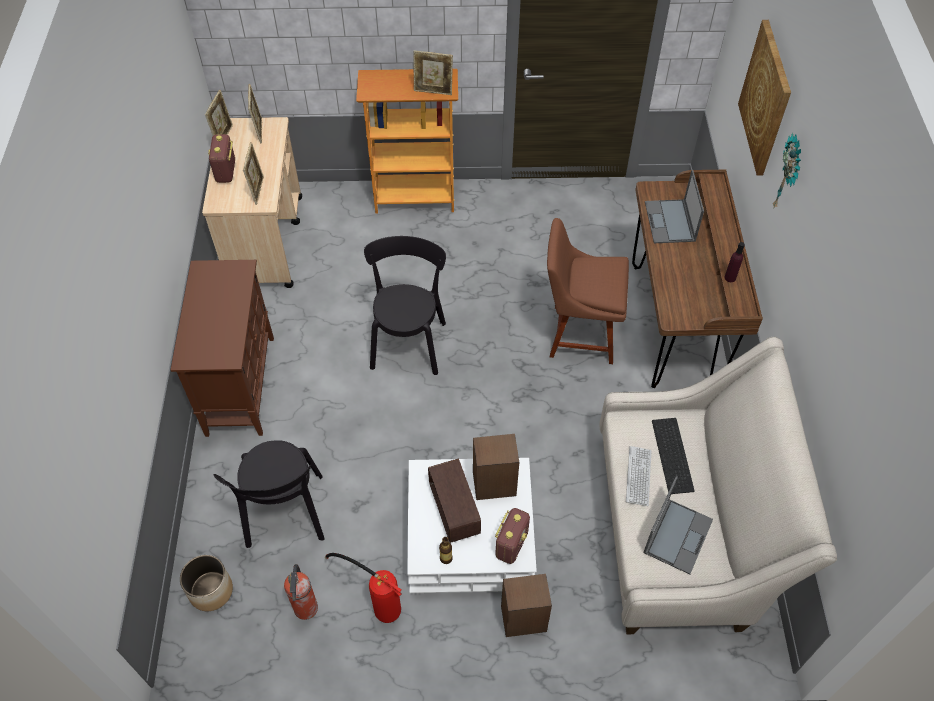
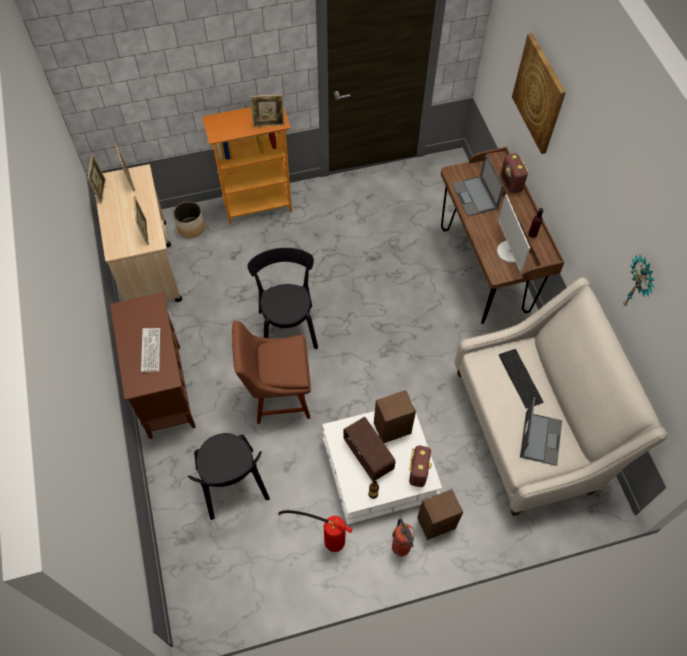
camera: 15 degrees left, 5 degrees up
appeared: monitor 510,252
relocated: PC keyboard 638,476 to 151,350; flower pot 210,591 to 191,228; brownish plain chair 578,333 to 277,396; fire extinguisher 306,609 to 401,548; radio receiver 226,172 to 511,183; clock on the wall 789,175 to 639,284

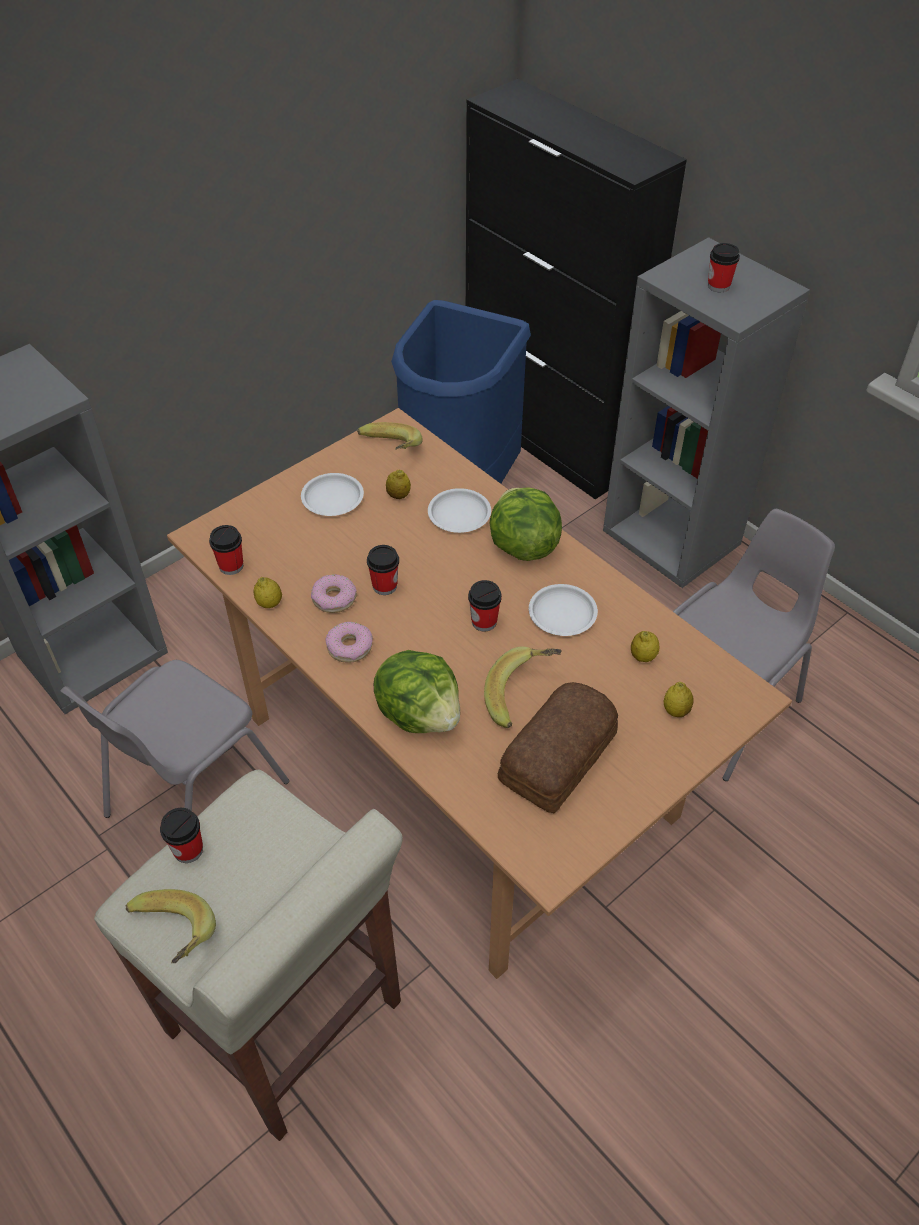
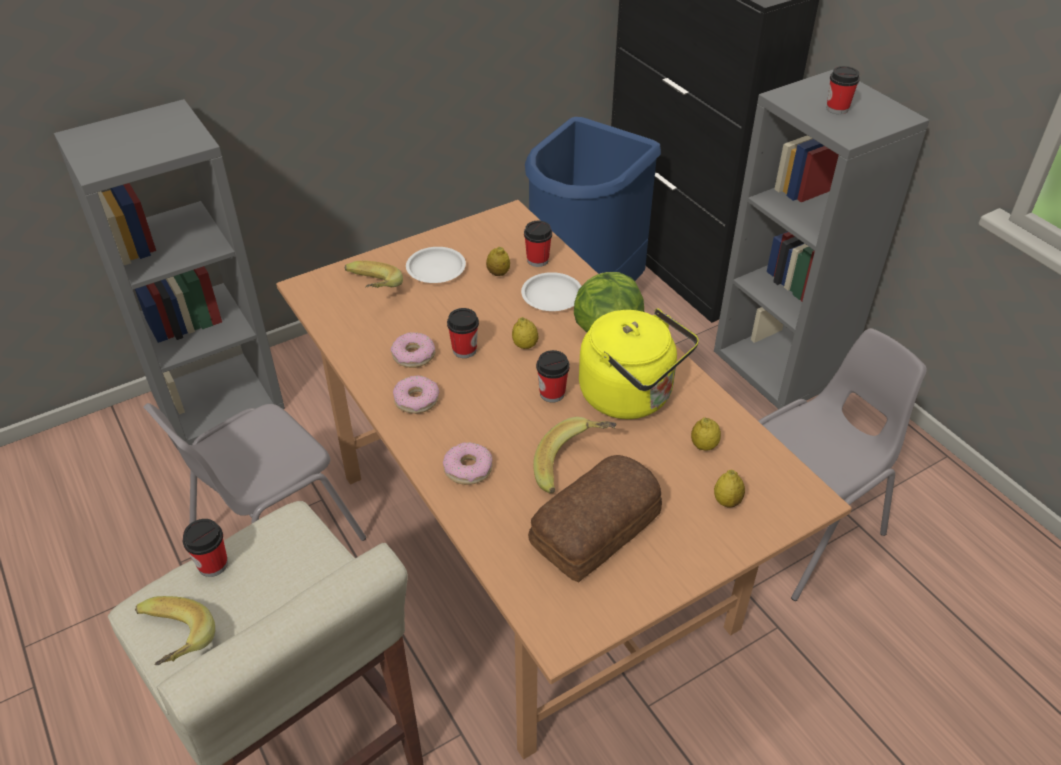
camera: 10 degrees right, 5 degrees down
relocated: banana 389,452 to 370,291; lemon 269,603 to 525,345; small cup 231,566 to 537,260
exchanged: lettuce 420,713 to ring doughnut 468,469; white dinner plate 562,614 to yellow-coloured kettle 631,396

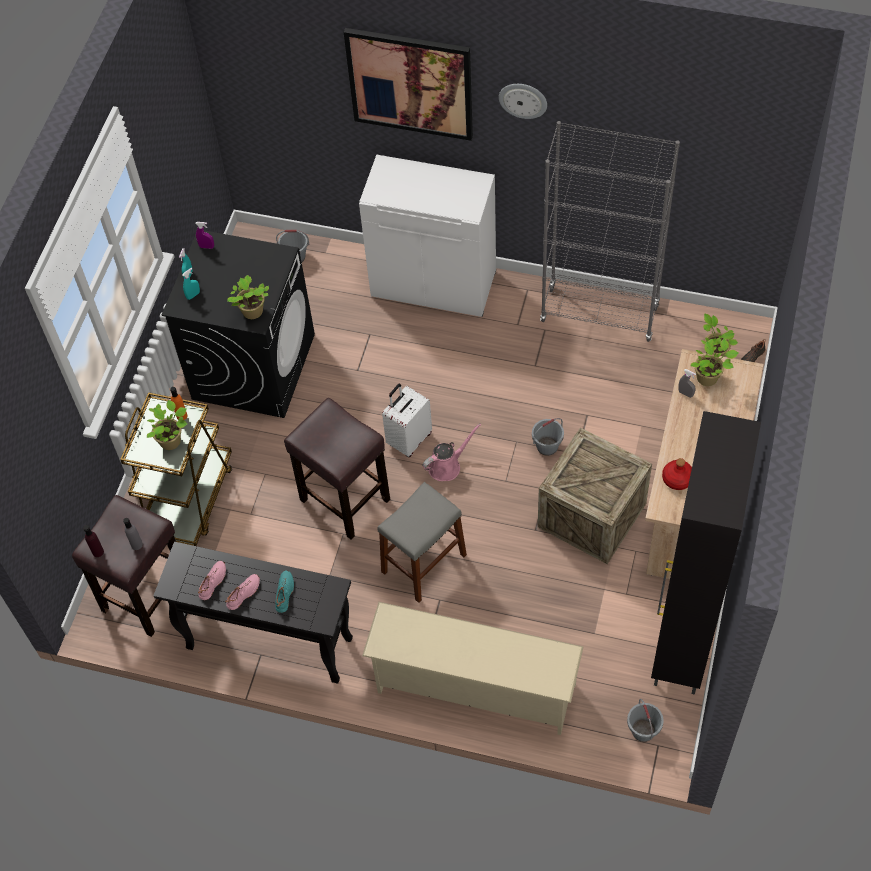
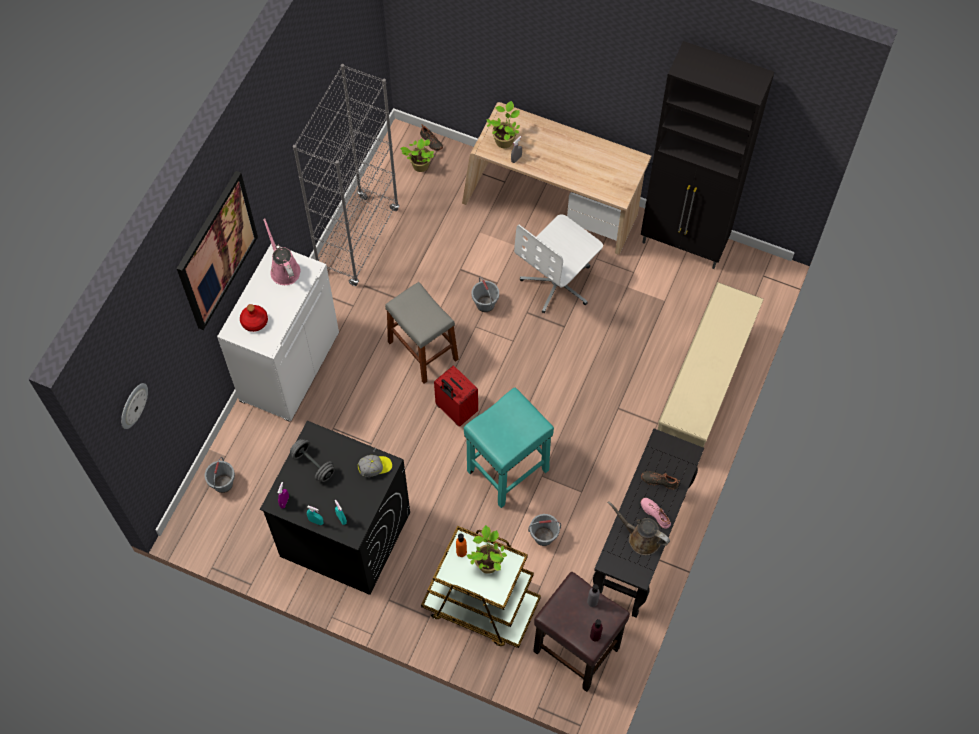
camera: 85 degrees left, 5 degrees up
appeared: gray dumbbell 313,464
relocated: clock on the wall 523,100 to 133,405; red drink bottle 677,478 to 254,321; pink-coloured watering pot 447,466 to 284,269; gray stool seat 424,563 to 423,350; gray pail 643,730 to 544,536
exchanged: plant in a pot 252,313 to peaked cap 375,467; crate 592,515 to white office chair 558,283; pink-coloured item of footwear 213,582 to brownish watering pot 641,538
colour: white suitcase 409,439 to red suitcase 455,410; brownish stool seat 343,499 to turquoise-coloured stool seat 507,471; turquoise-coloured item of footwear 285,593 to black-coloured item of footwear 659,480

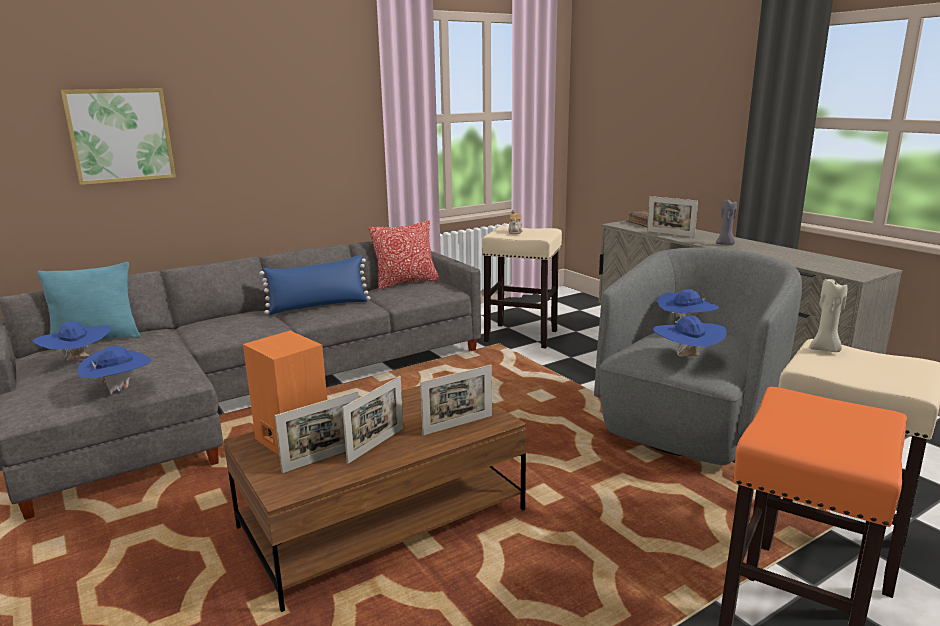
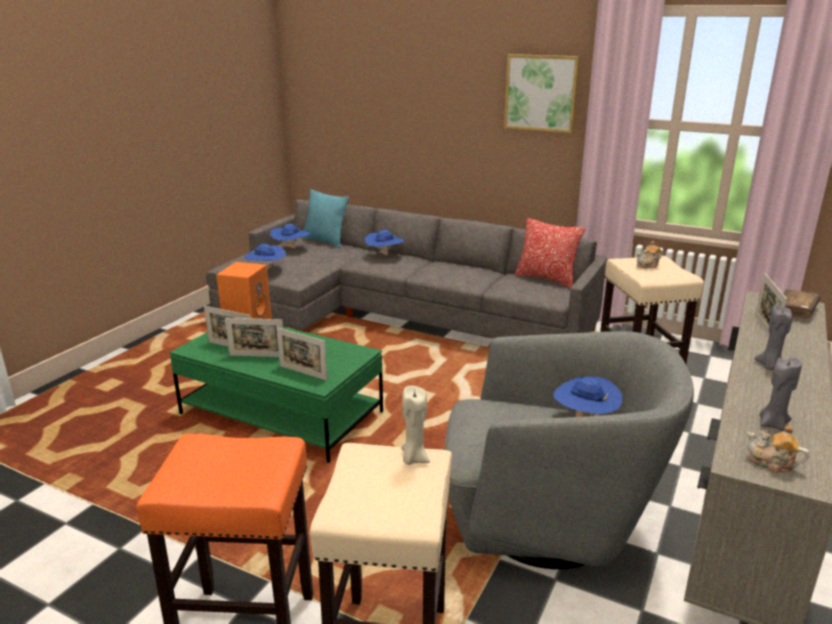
camera: 60 degrees right, 5 degrees up
missing: blue-coloured throw pillow 319,306
appeared: teapot 772,463; gray candle 772,424
relocated: blue-coloured wearable hat 687,358 to 384,255; picture 120,135 to 541,93
colour: brownish low table 383,519 to greenish low table 282,413

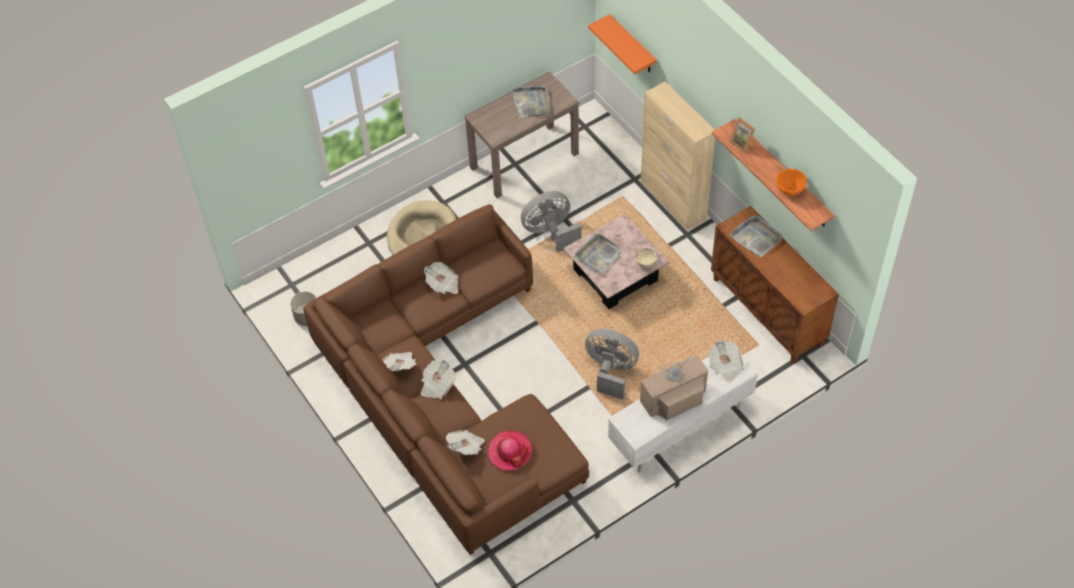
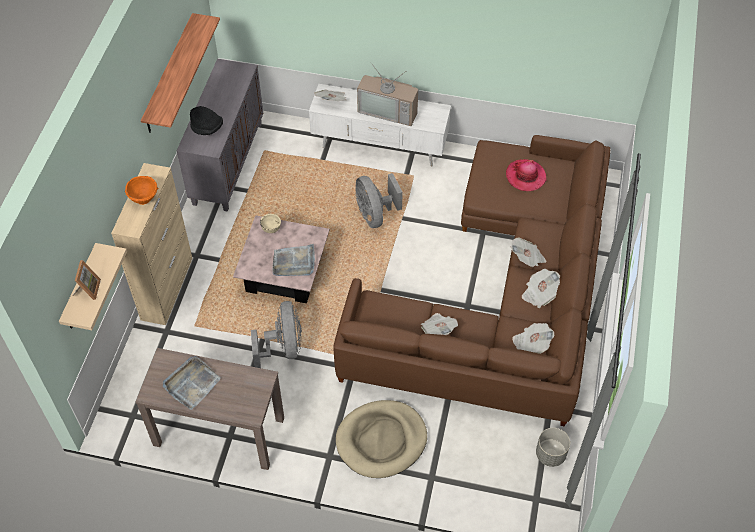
camera: 135 degrees left, 0 degrees up
relocated: photo frame 742,143 to 88,289; orange deep dish 789,190 to 144,198; printed paper 466,447 to 531,344
exchanged: gray serving tray 756,237 to black-coloured wearable hat 207,128
colour: orange shelf 632,45 to beige-coloured shelf 80,289; brownish cupboard 768,311 to gray cupboard 227,162
spun: gray fan 550,232 = 283,347 120 degrees counterclockwise

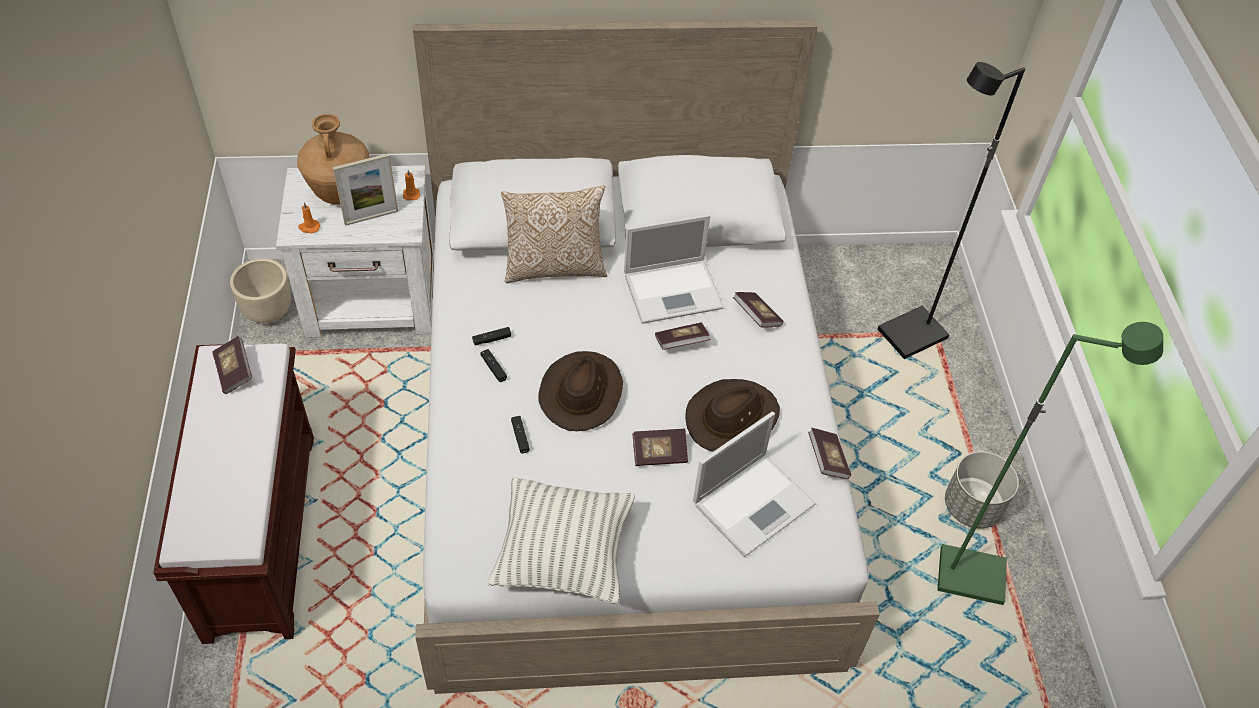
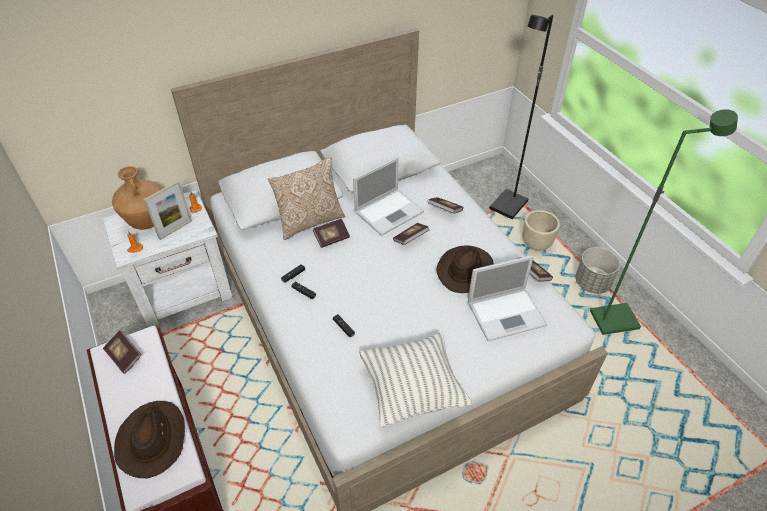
camera: 20 degrees left, 5 degrees down
relocated: brownish wearable hat 581,392 to 152,439; book 659,454 to 331,238; beige-coloured flower pot 268,311 to 536,243
spun: laptop 754,502 = 507,313 45 degrees clockwise

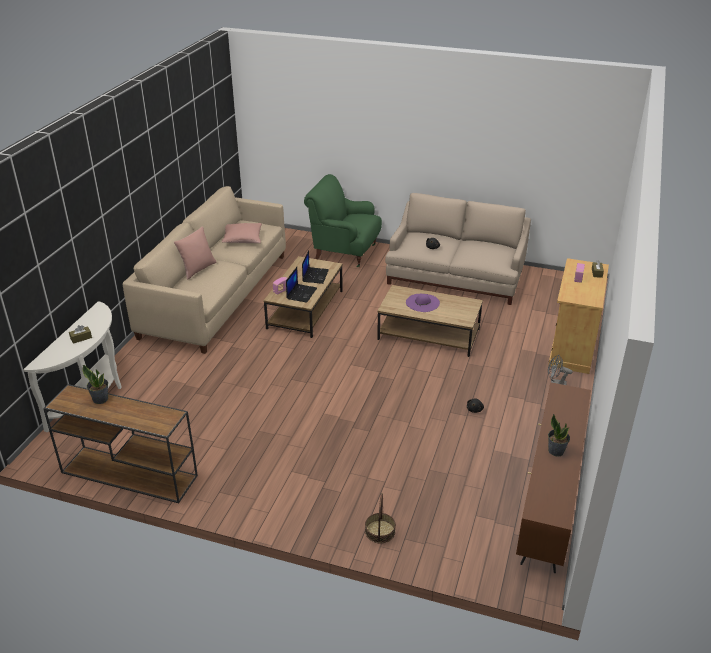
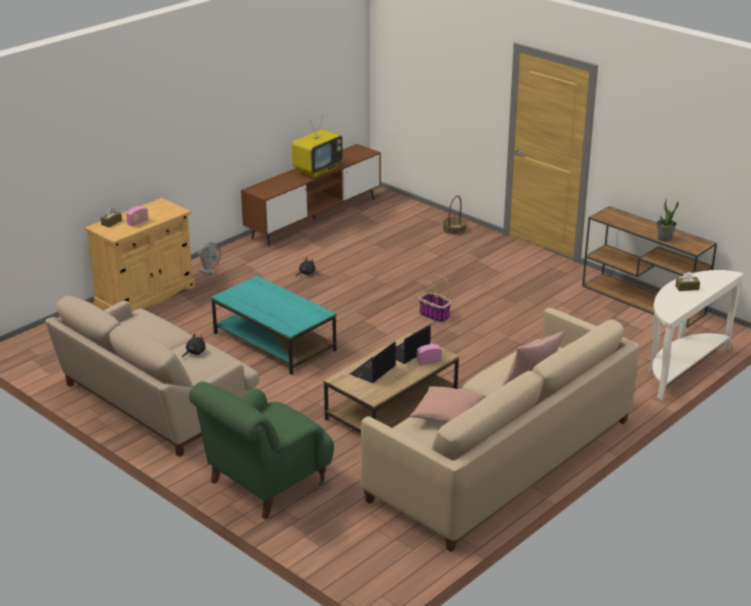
camera: 155 degrees left, 5 degrees down
missing: purple-coloured wearable hat 422,303
appeared: storage basket 435,316
exchanged: plant in a pot 556,450 to TV set 317,169
colour: brownish low table 429,334 to turquoise-coloured low table 273,341
spun: greenish easy chair 344,252 = 265,484 90 degrees clockwise

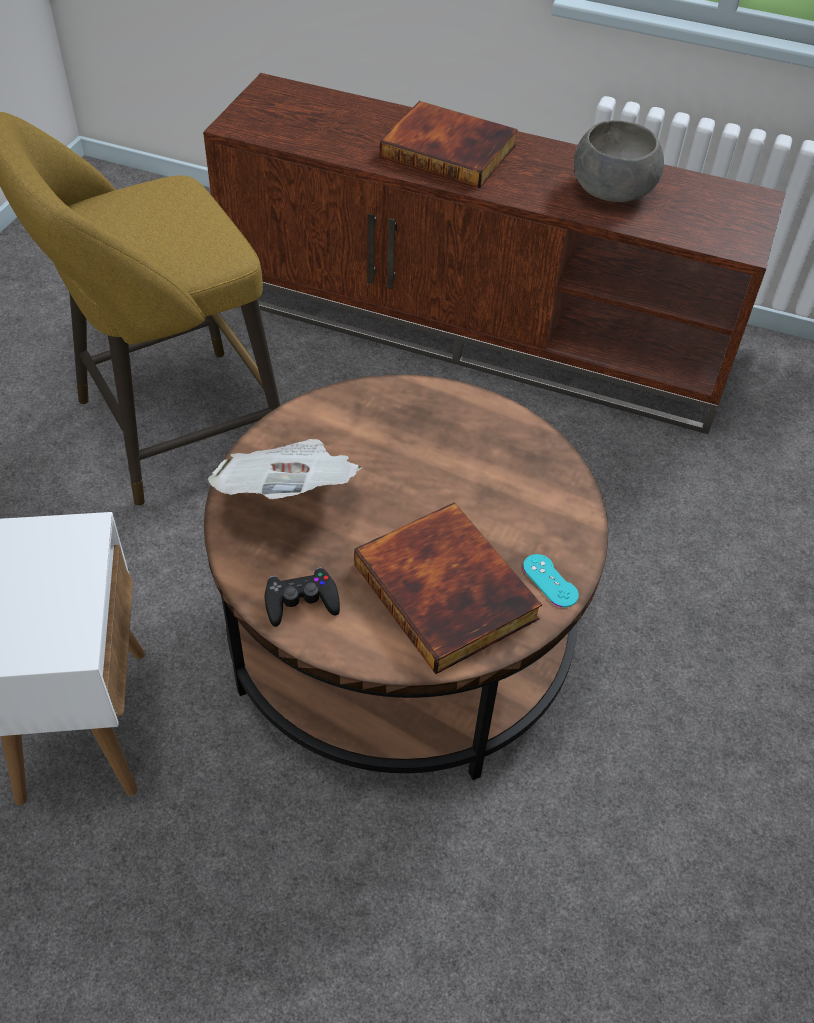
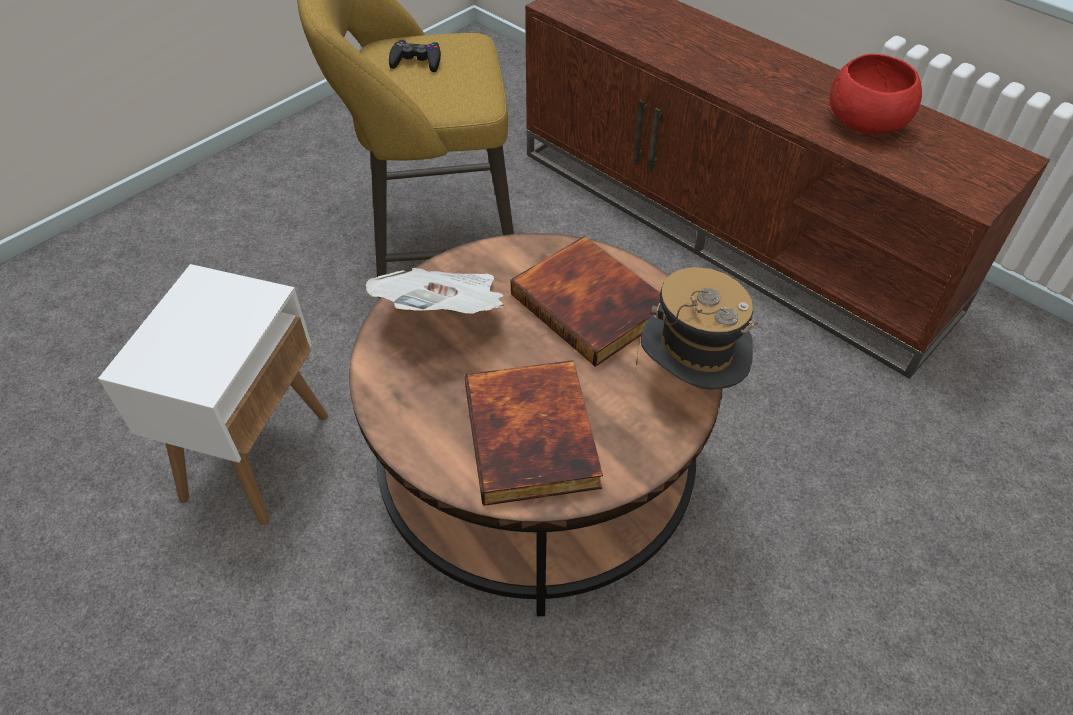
camera: 25 degrees right, 0 degrees up
missing: turquoise-coloured game controller 550,581
appeared: wearable hat 688,382
relocated: black-coloured game controller 301,601 to 416,61; book 450,150 to 592,304
colour: gray deep dish 611,190 to red deep dish 865,121

